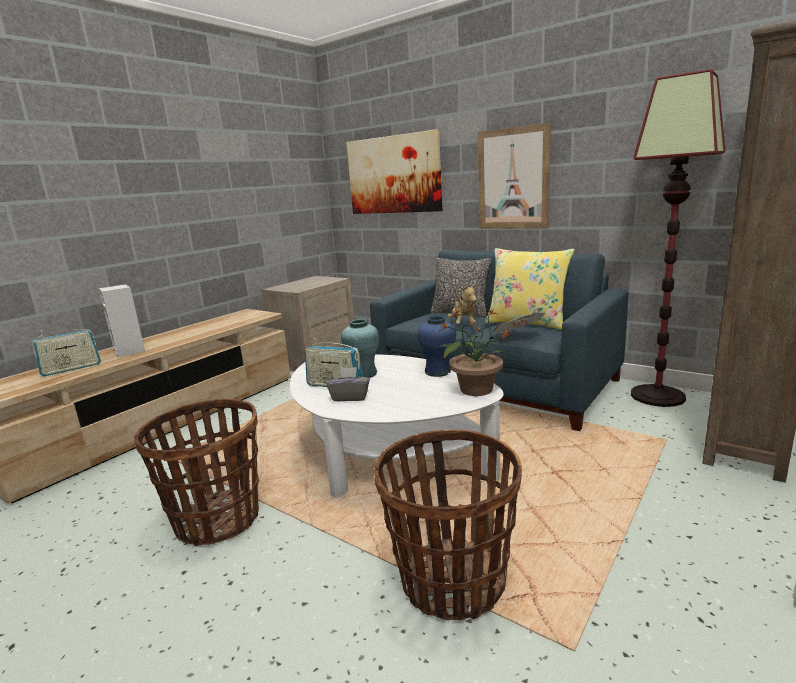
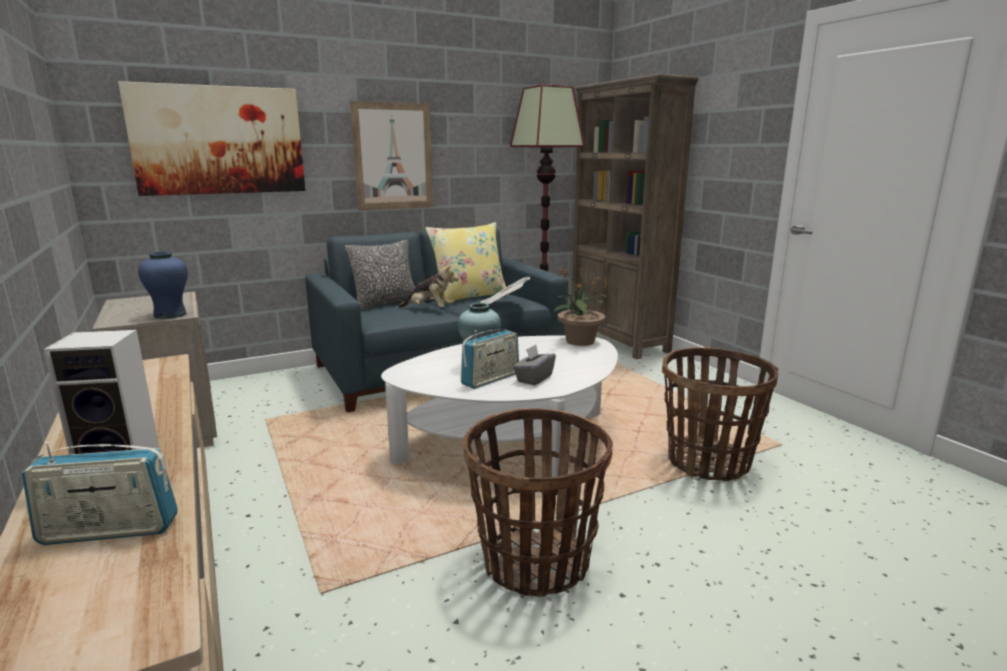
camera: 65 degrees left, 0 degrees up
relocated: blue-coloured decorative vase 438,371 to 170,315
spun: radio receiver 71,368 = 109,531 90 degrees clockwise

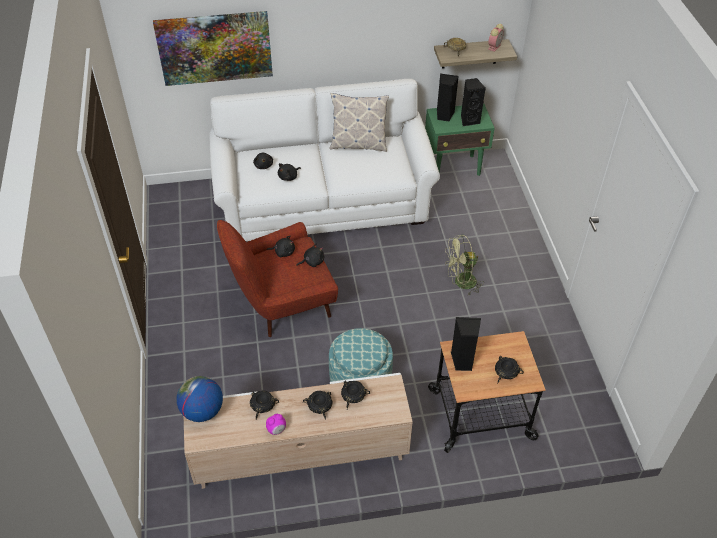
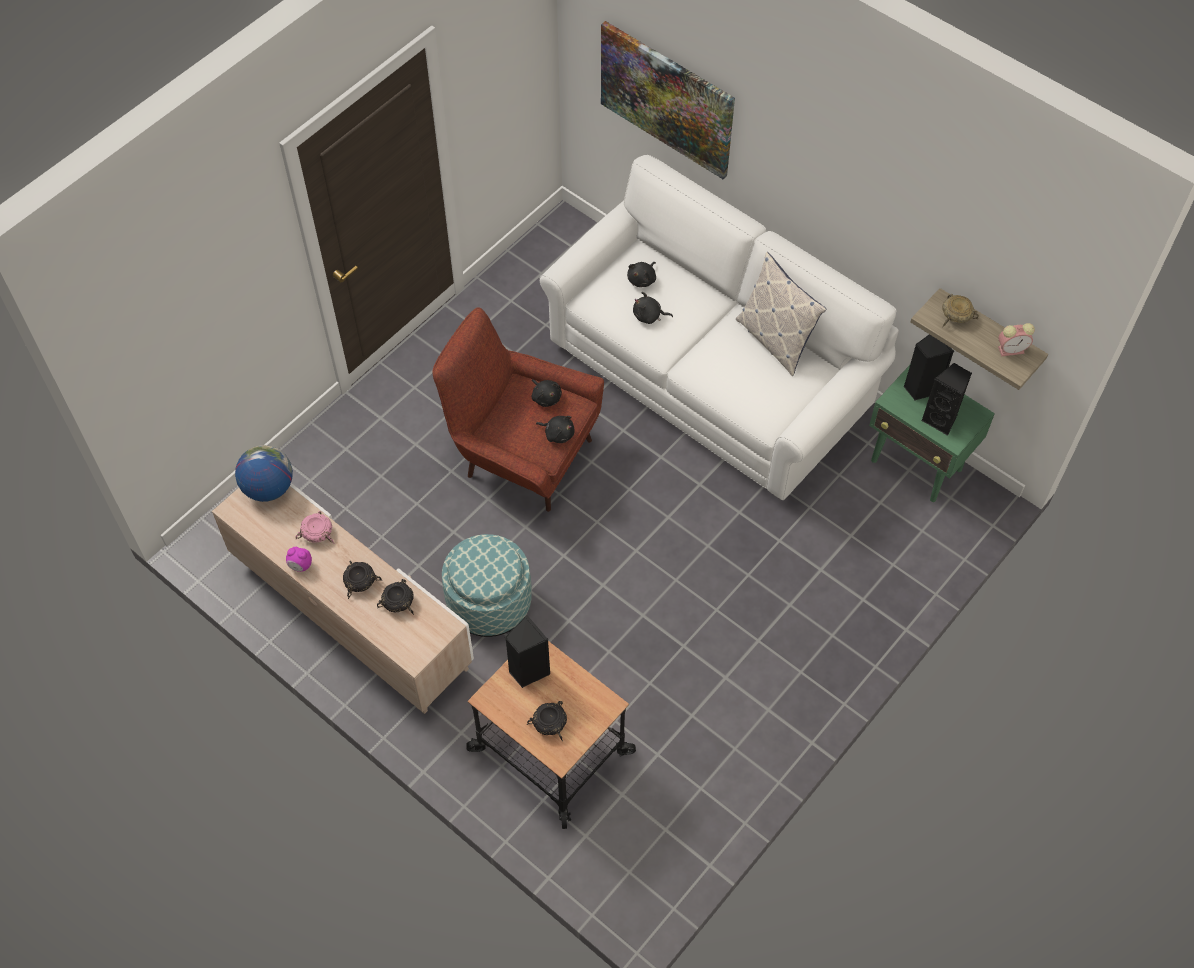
camera: 50 degrees right, 10 degrees up
missing: greenish fan 460,283
colour: black-coloured deep dish 262,406 to pink-coloured deep dish 316,533

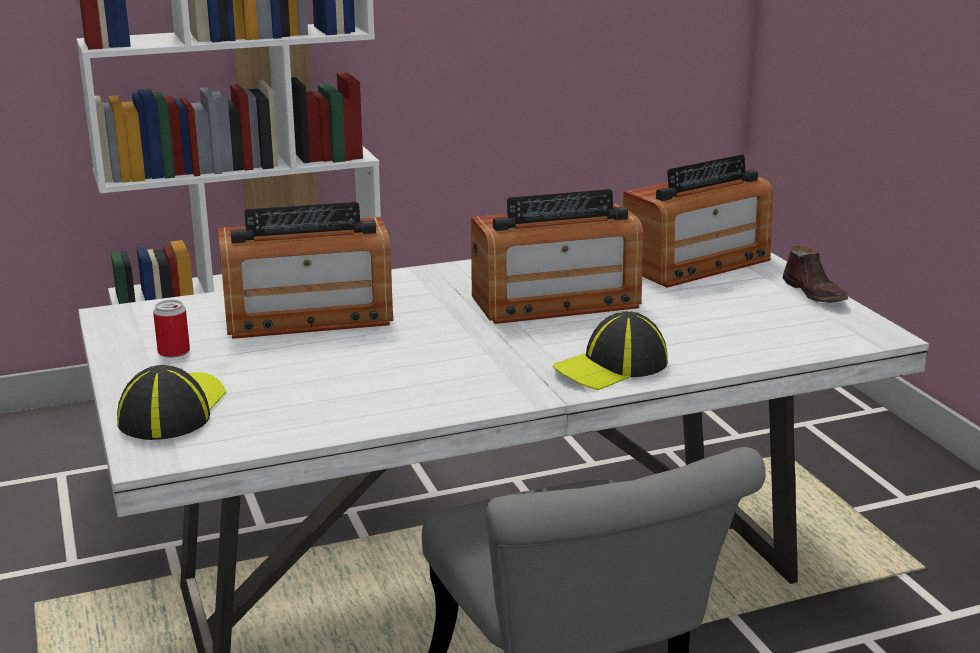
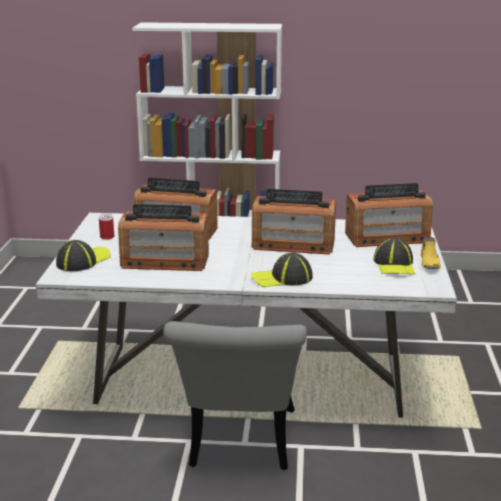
camera: 25 degrees right, 0 degrees up
appeared: radio receiver 165,261; peaked cap 394,265
colour: brownish item of footwear 815,293 to yellow-coloured item of footwear 429,263

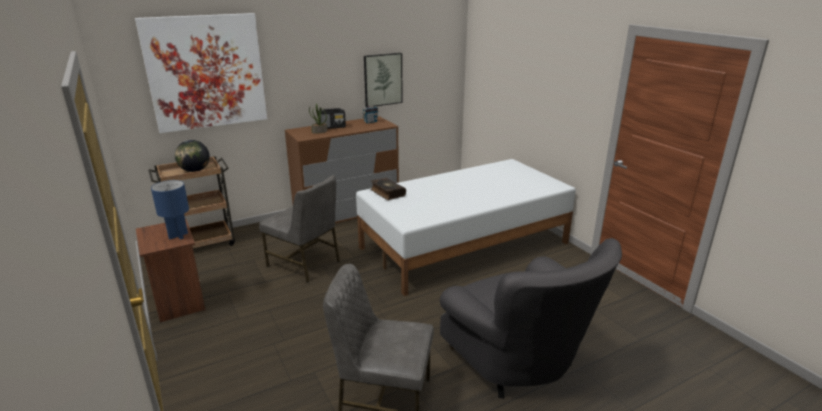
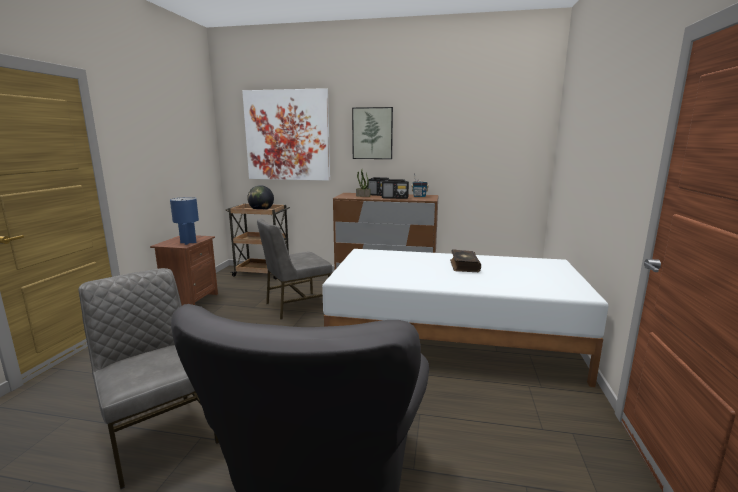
camera: 40 degrees right, 10 degrees down
appeared: radio receiver 395,198
relocated: picture 383,79 to 372,133; book 387,193 to 464,266
spun: gray plain chair 305,264 = 296,306 75 degrees clockwise

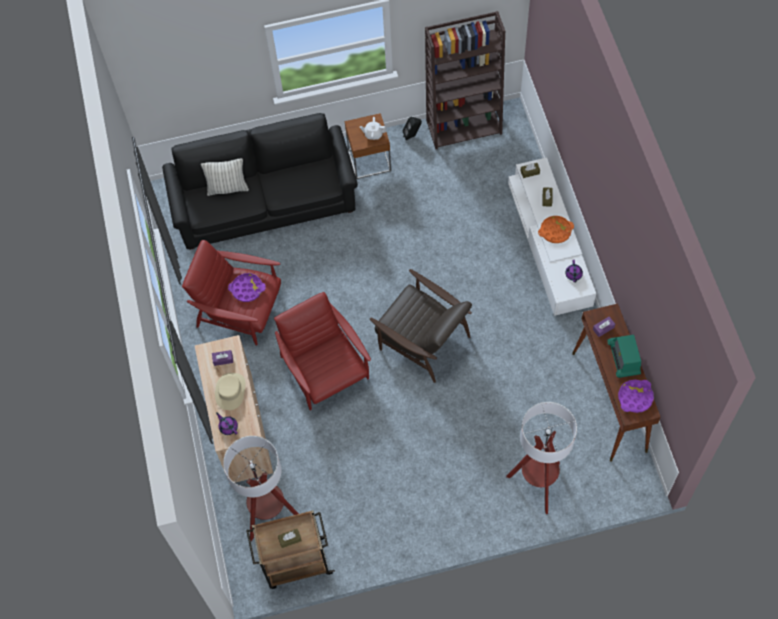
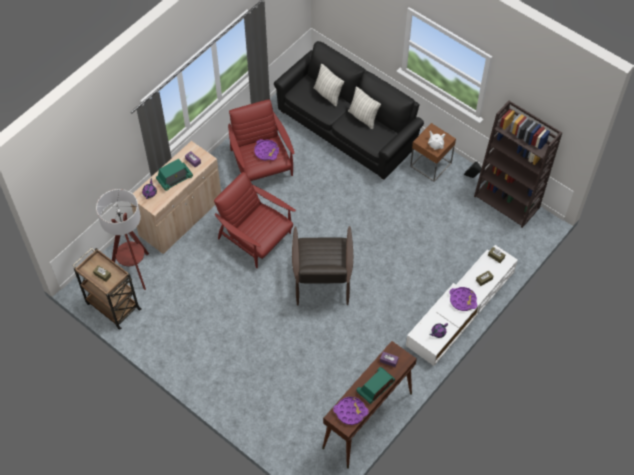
camera: 50 degrees right, 5 degrees down
missing: standard lamp 537,484
appeared: throw pillow 363,117
exchanged: beige-coloured wearable hat 230,391 to radio receiver 174,178
colour: orange serving tray 555,231 to purple-coloured serving tray 463,300
spun: red easy chair 325,371 = 256,237 75 degrees counterclockwise

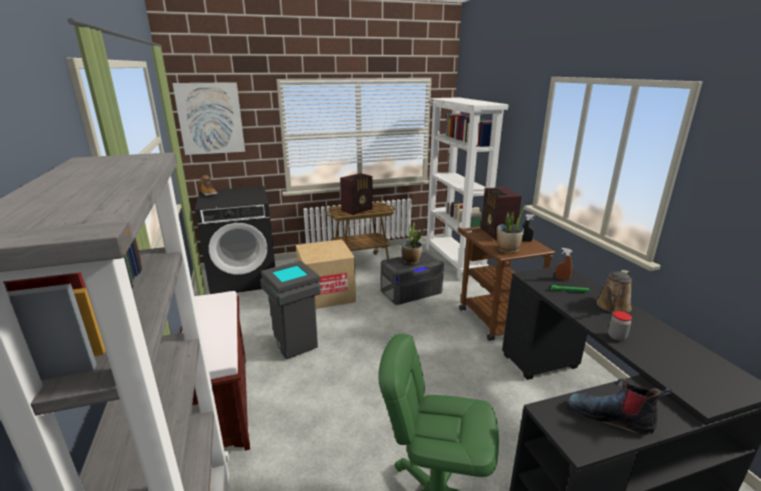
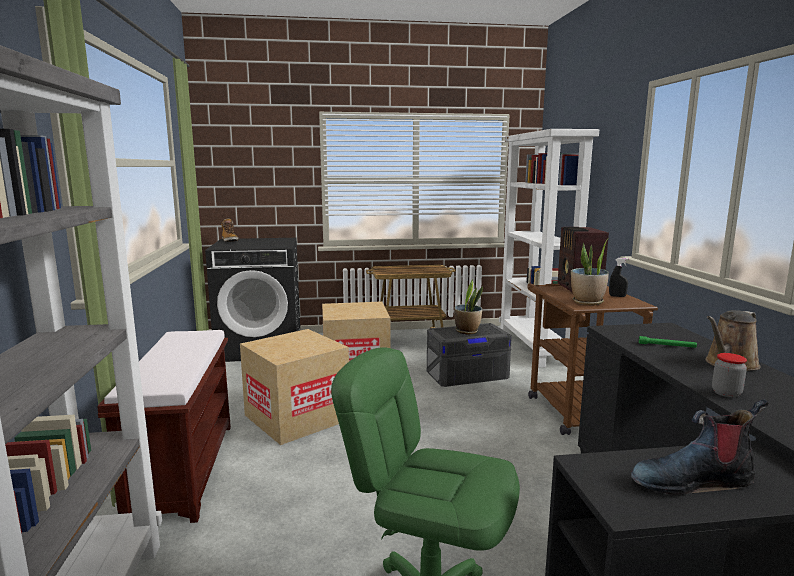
camera: 10 degrees right, 10 degrees down
missing: picture 210,118; radio receiver 358,210; brownish spray bottle 562,279
exchanged: gray trash can 295,345 to cardboard box 297,417
spun: tall boot 611,416 = 692,480 45 degrees counterclockwise

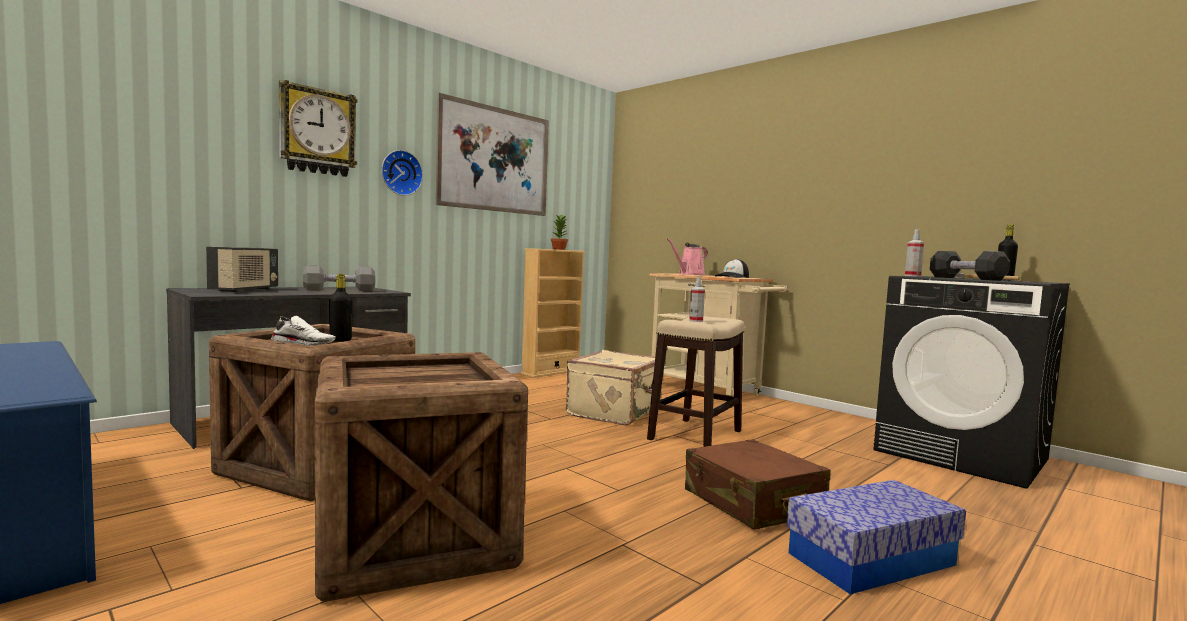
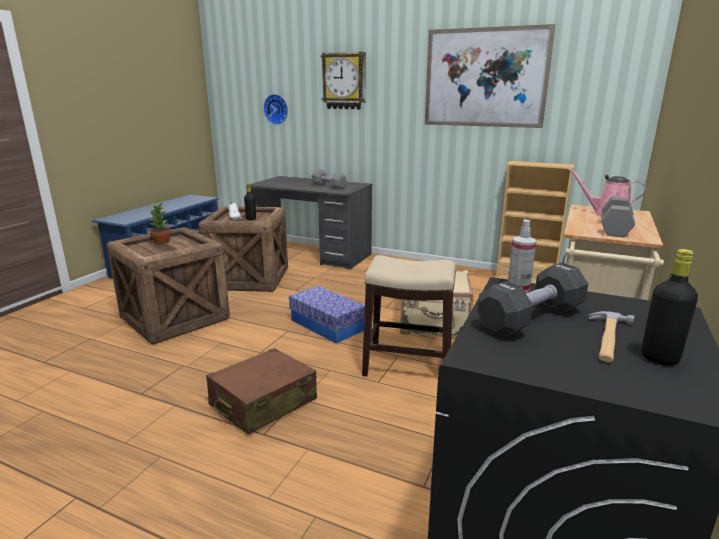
camera: 70 degrees right, 15 degrees up
missing: radio receiver 245,290; spray bottle 696,321
relocated: plant in a pot 559,249 to 162,242; clock on the wall 400,173 to 276,109; storage container 871,559 to 326,325
exchanged: peaked cap 732,277 to gray dumbbell 616,229

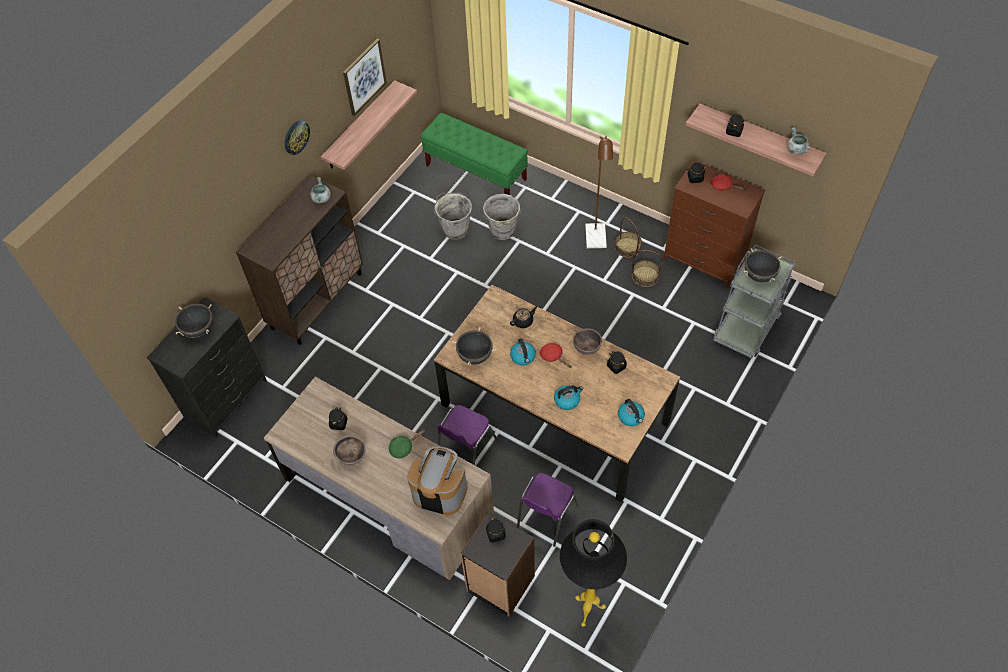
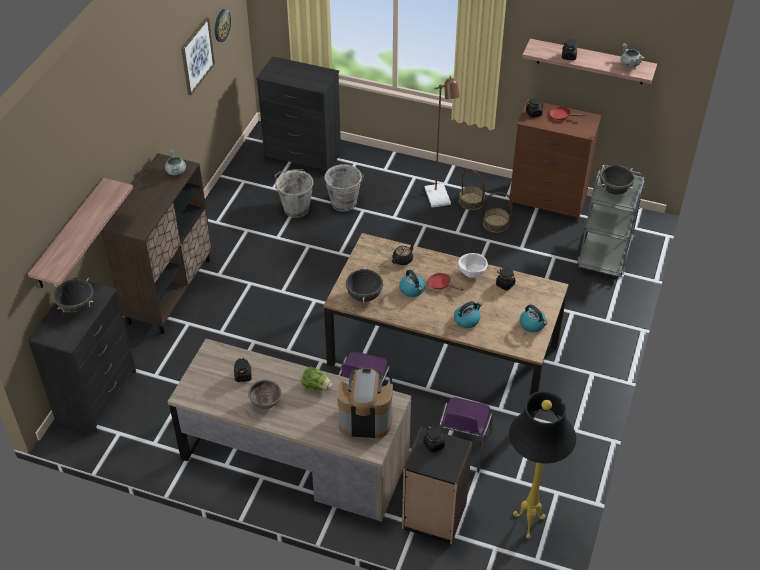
camera: 15 degrees left, 10 degrees down
relocated: shelf 360,126 to 70,234; clock on the wall 296,137 to 221,25
exchanged: greenish indoor bench 476,173 to black-coloured drawer chest 302,157; greenish skillet 403,447 to lettuce 316,386
colour: brownish deep dish 586,349 to white deep dish 472,274

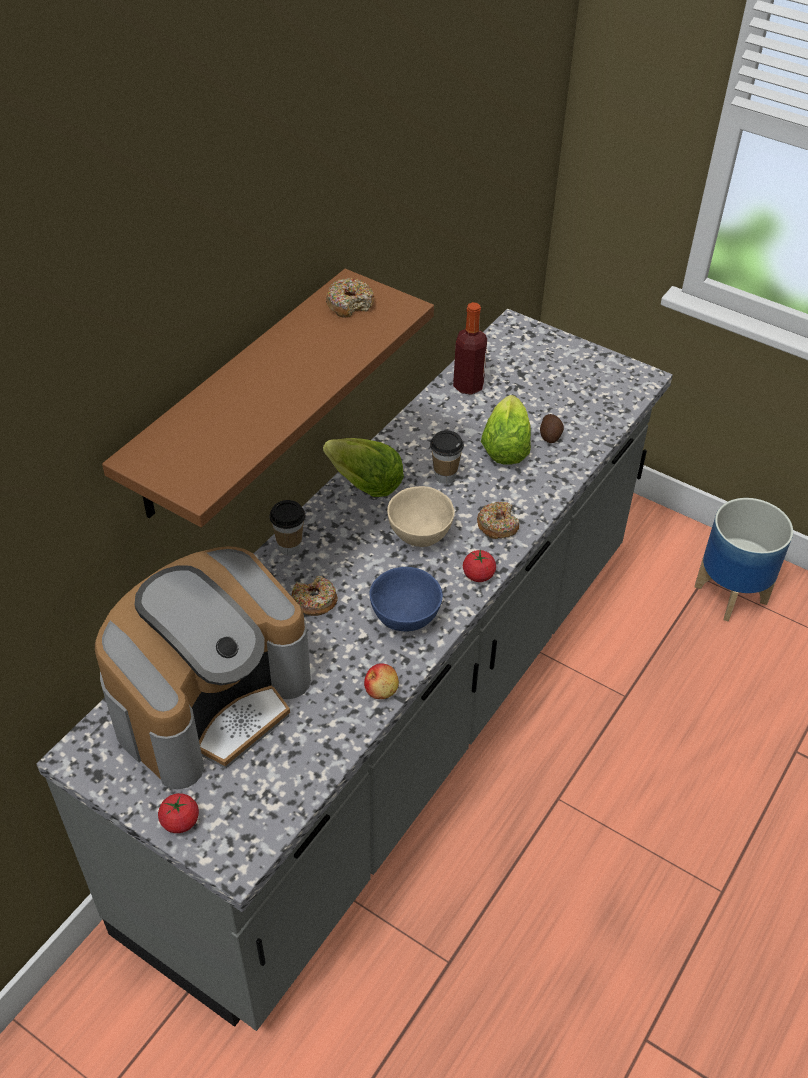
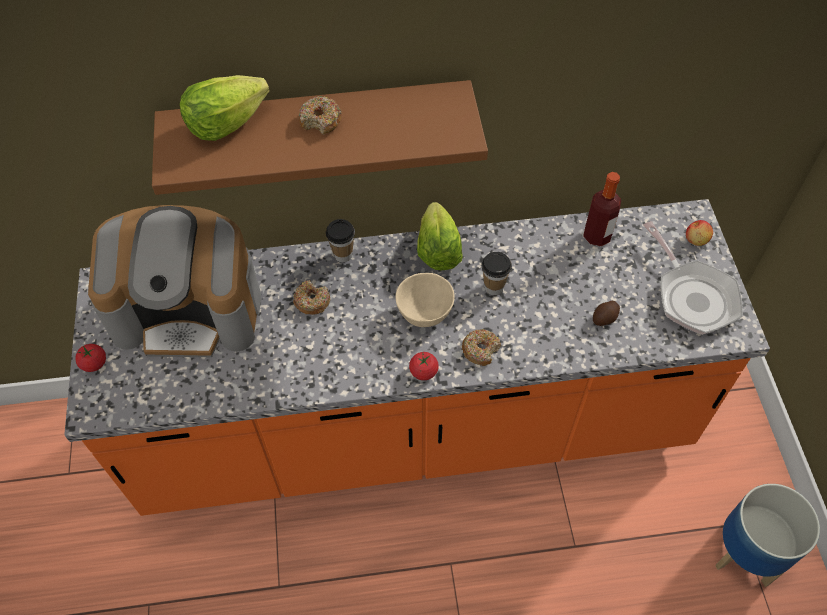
camera: 50 degrees right, 10 degrees up
missing: blue-coloured deep dish 406,619
appeared: skillet 692,296
relocated: lettuce 505,448 to 225,124; ring doughnut 350,304 to 321,121; whole apple 381,690 to 696,239
colour: gray kitchen counter 400,726 to orange kitchen counter 415,428

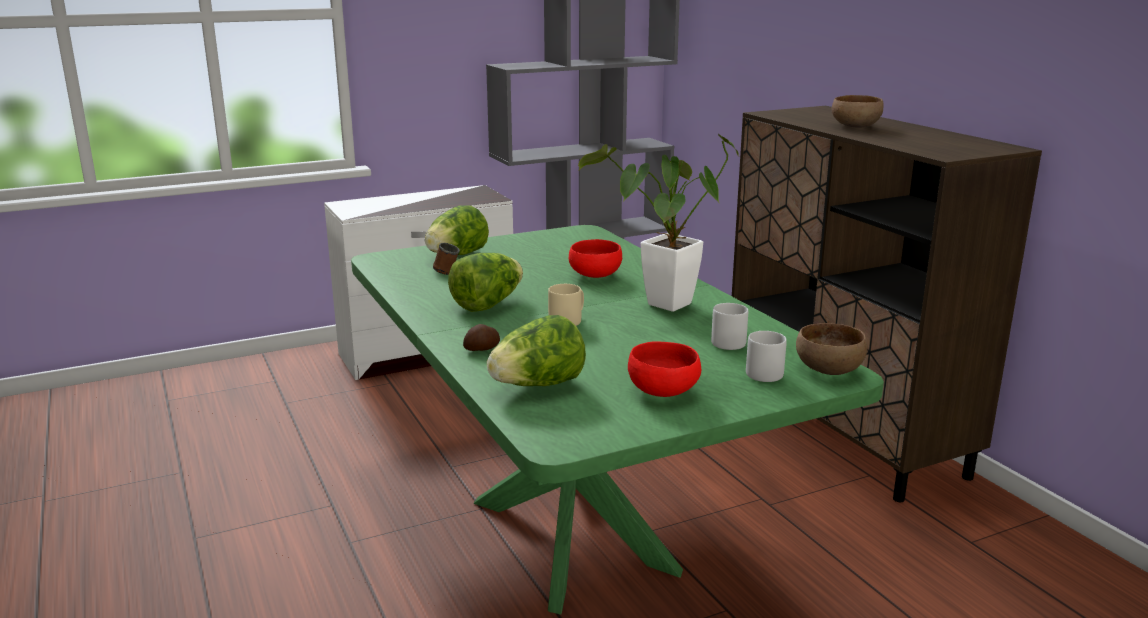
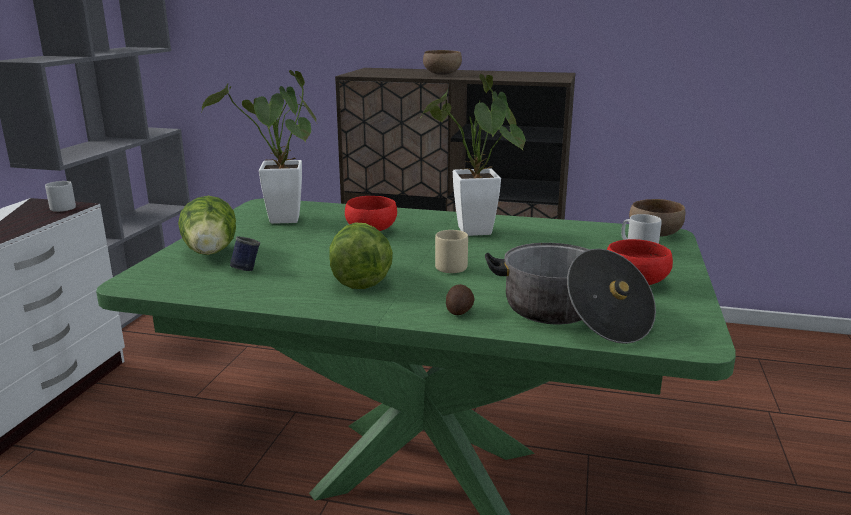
camera: 50 degrees left, 0 degrees up
appeared: plant in a pot 283,222
relocated: gray coffee mug 730,342 to 64,207
exchanged: lettuce 538,385 to stockpot 570,315
colour: brownish coffee mug 448,272 to blue-coloured coffee mug 244,268

